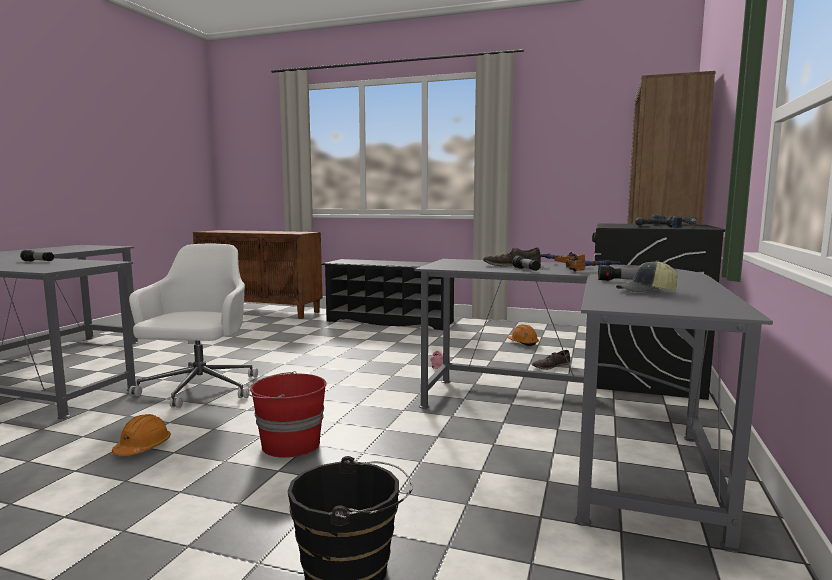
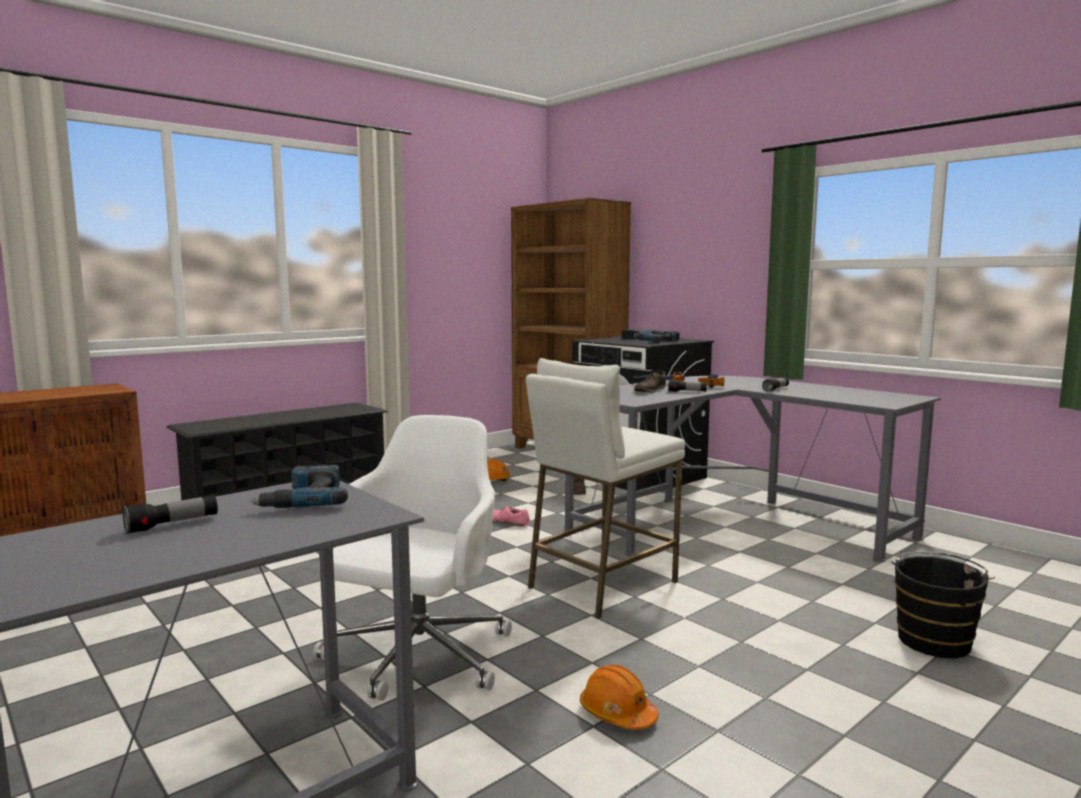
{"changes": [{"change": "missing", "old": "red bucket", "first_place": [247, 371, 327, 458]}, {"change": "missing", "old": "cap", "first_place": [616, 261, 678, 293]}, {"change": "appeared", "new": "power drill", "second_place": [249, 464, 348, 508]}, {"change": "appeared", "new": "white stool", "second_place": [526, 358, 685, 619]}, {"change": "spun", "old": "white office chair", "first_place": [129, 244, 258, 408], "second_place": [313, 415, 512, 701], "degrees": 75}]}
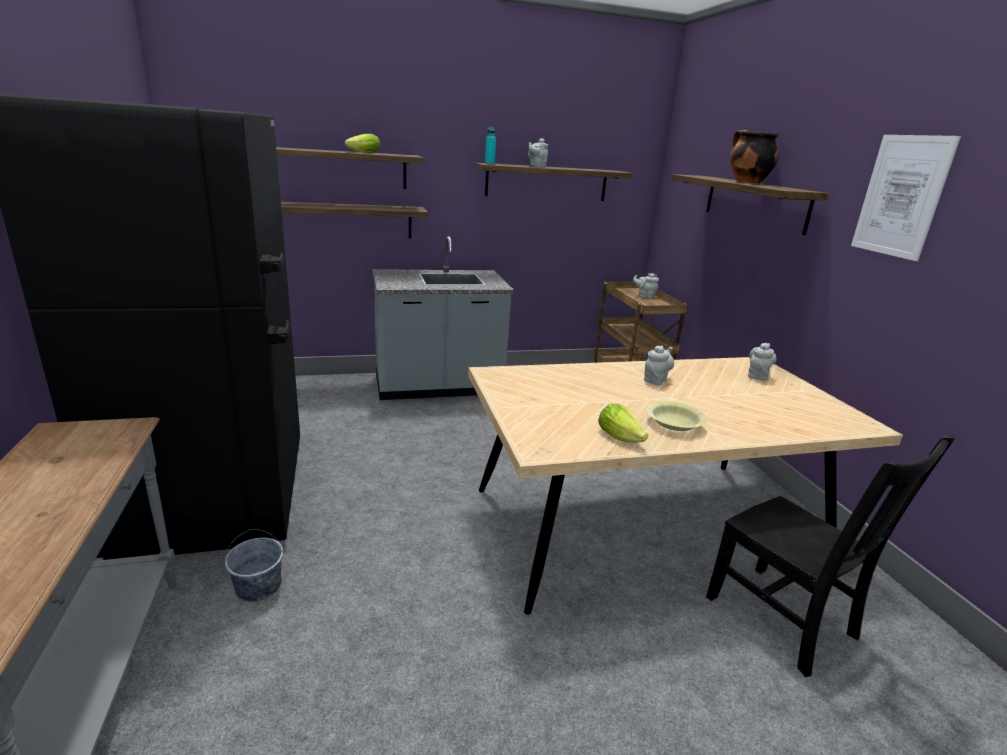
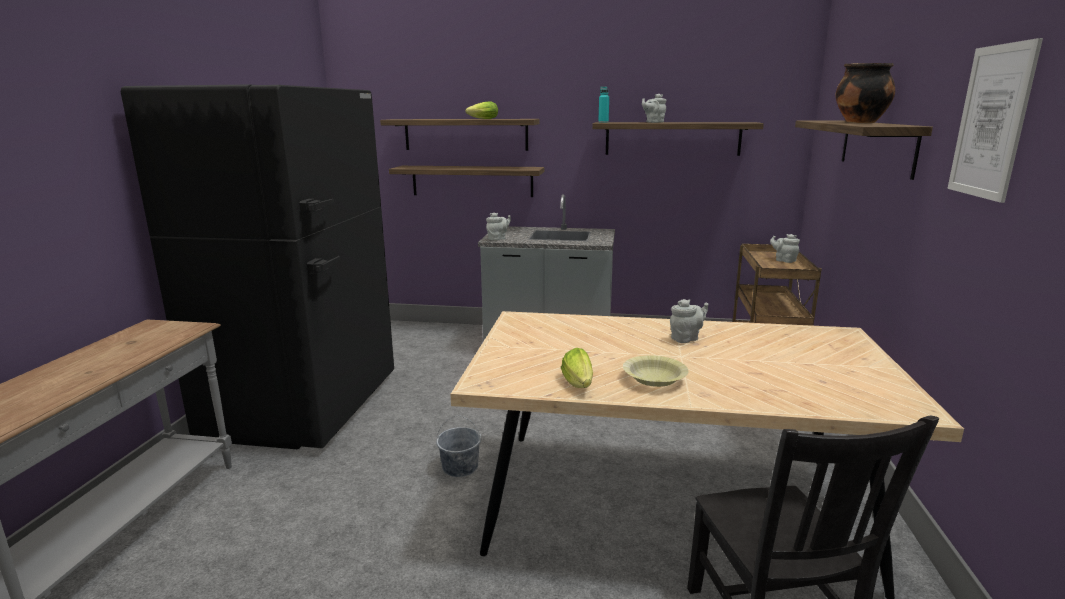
{"changes": [{"change": "relocated", "old": "grey bucket", "first_place": [225, 529, 284, 602], "second_place": [436, 415, 481, 477]}, {"change": "relocated", "old": "grey teapot", "first_place": [748, 343, 777, 381], "second_place": [486, 212, 511, 241]}]}
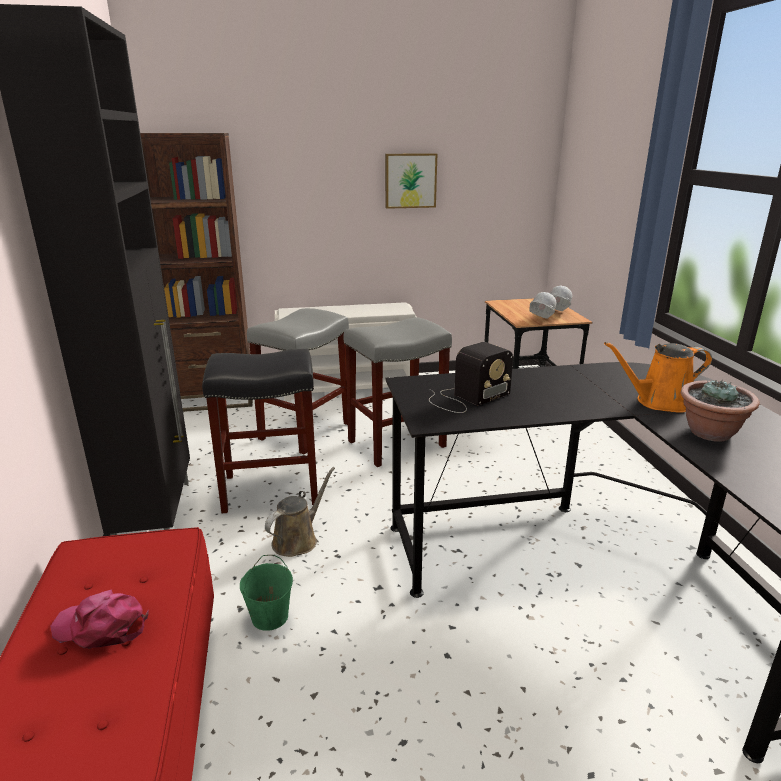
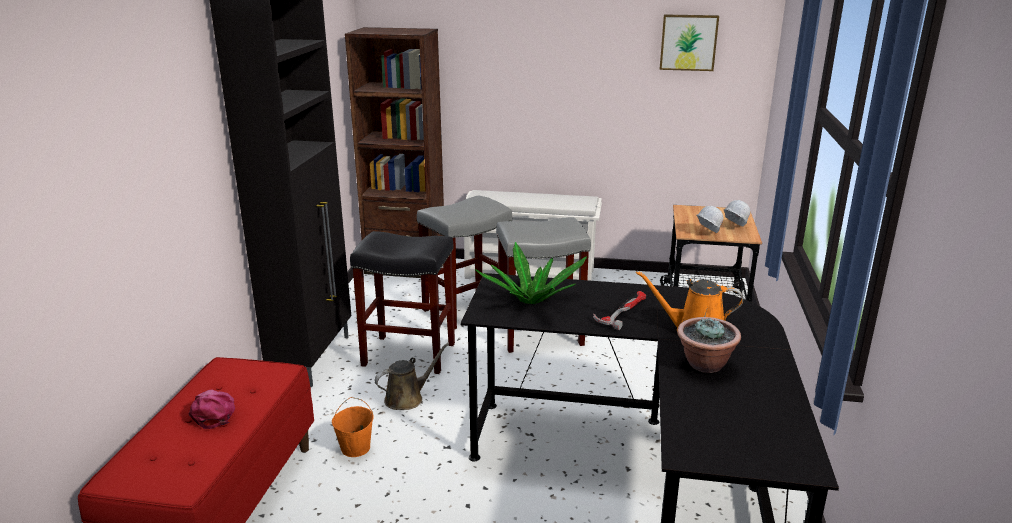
{"changes": [{"change": "appeared", "new": "hammer", "second_place": [593, 291, 646, 330]}, {"change": "relocated", "old": "picture", "first_place": [385, 153, 437, 209], "second_place": [660, 14, 719, 71]}, {"change": "exchanged", "old": "radio", "new": "potted plant", "first_place": [429, 342, 513, 413], "second_place": [476, 242, 587, 304]}, {"change": "colour", "old": "green bucket", "new": "orange bucket", "first_place": [240, 555, 293, 631], "second_place": [332, 397, 374, 457]}, {"change": "spun", "old": "pink cap", "first_place": [50, 590, 149, 648], "second_place": [188, 390, 235, 429], "degrees": 45}]}
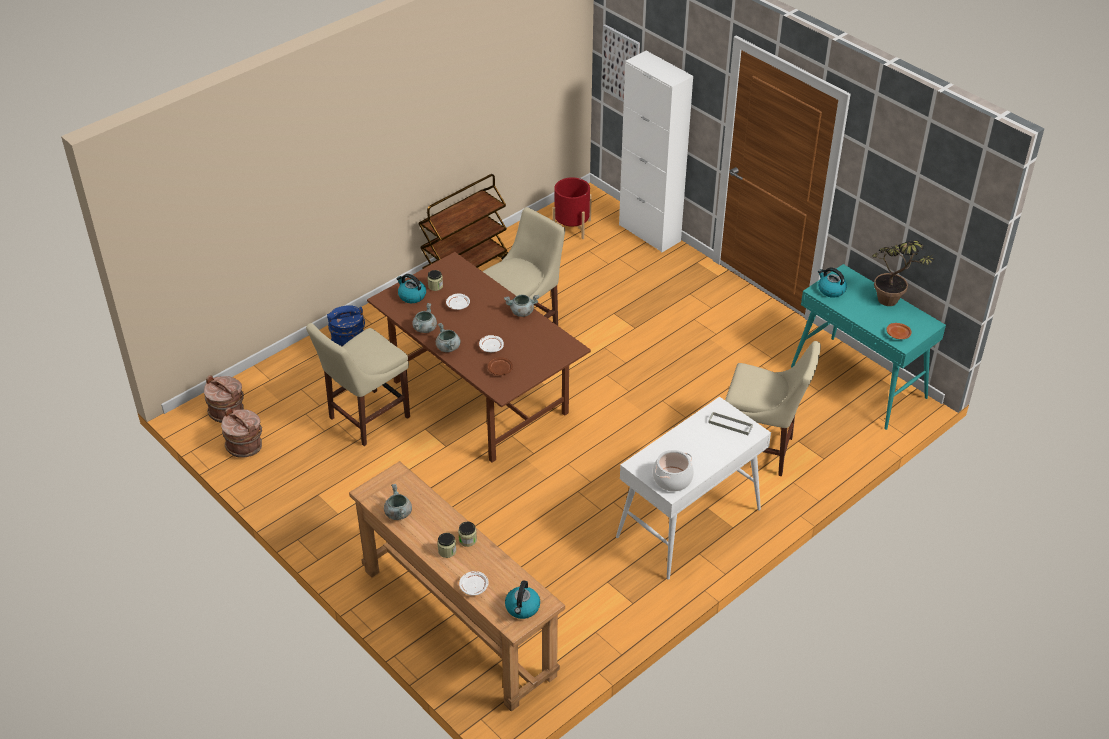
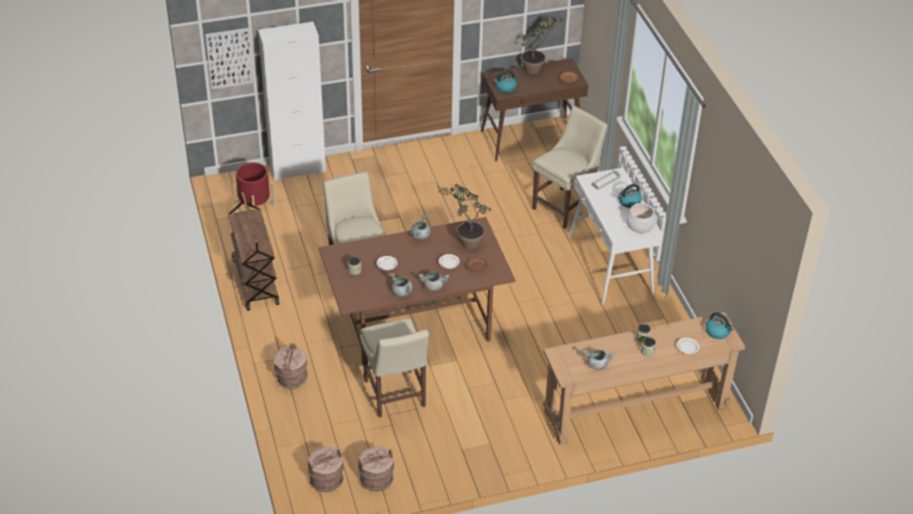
{"changes": [{"change": "appeared", "new": "potted plant", "second_place": [436, 183, 491, 249]}, {"change": "relocated", "old": "kettle", "first_place": [396, 274, 426, 303], "second_place": [618, 184, 642, 208]}, {"change": "colour", "old": "blue bucket", "new": "brown bucket", "first_place": [327, 305, 365, 346], "second_place": [274, 343, 308, 389]}, {"change": "colour", "old": "turquoise console table", "new": "brown console table", "first_place": [791, 264, 946, 430], "second_place": [481, 58, 588, 161]}]}
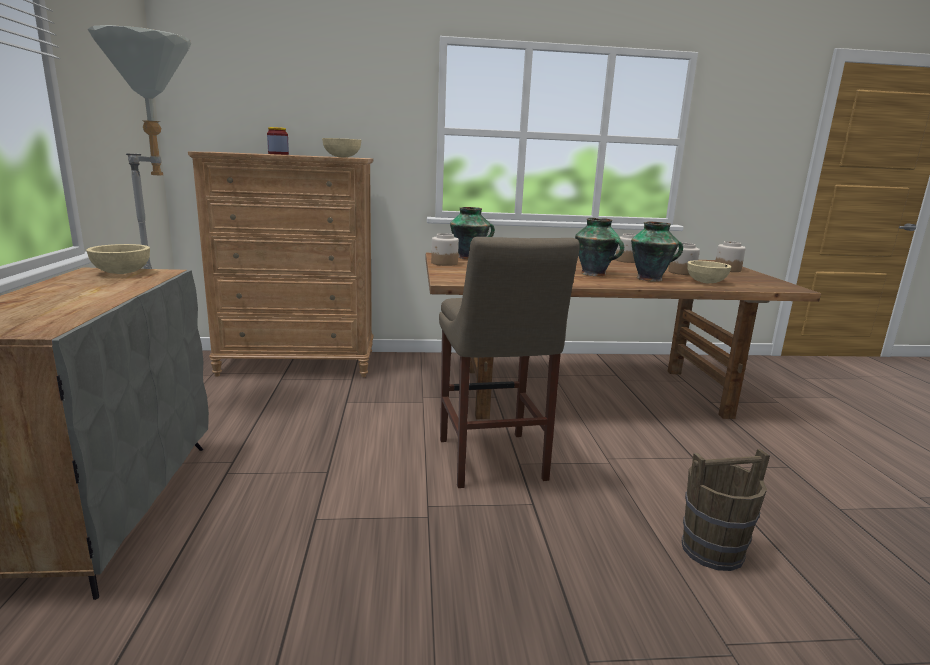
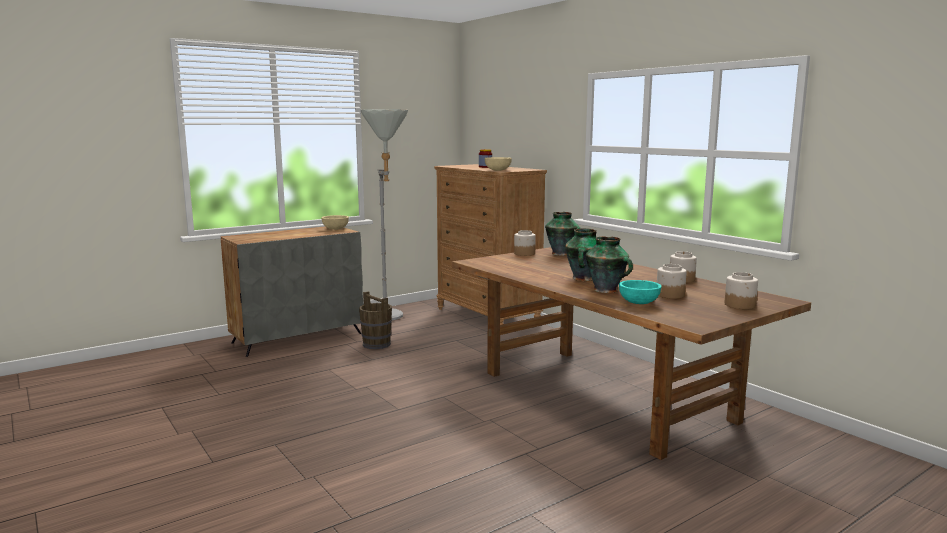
{"changes": [{"change": "missing", "old": "beige stool", "first_place": [439, 237, 580, 488]}, {"change": "relocated", "old": "brown bucket", "first_place": [682, 449, 770, 571], "second_place": [359, 291, 392, 349]}, {"change": "colour", "old": "beige bowl", "new": "turquoise bowl", "first_place": [687, 261, 731, 284], "second_place": [619, 280, 662, 304]}]}
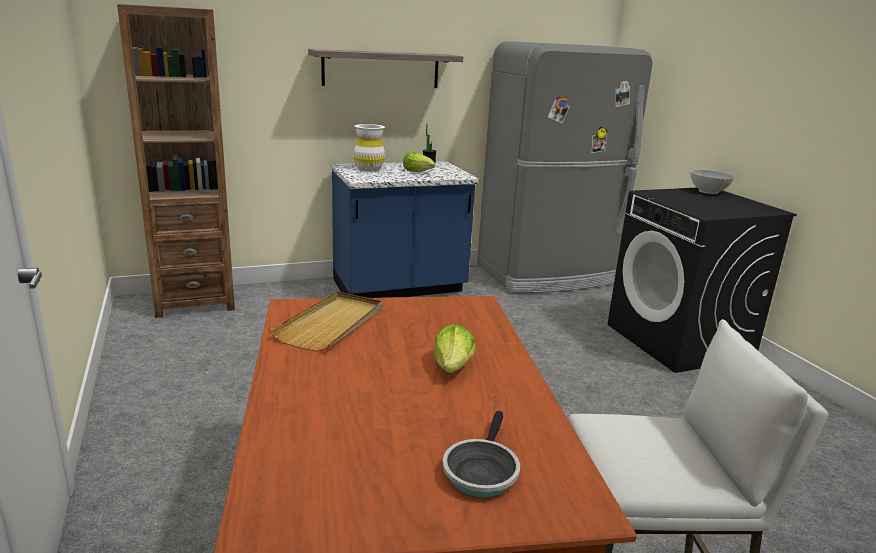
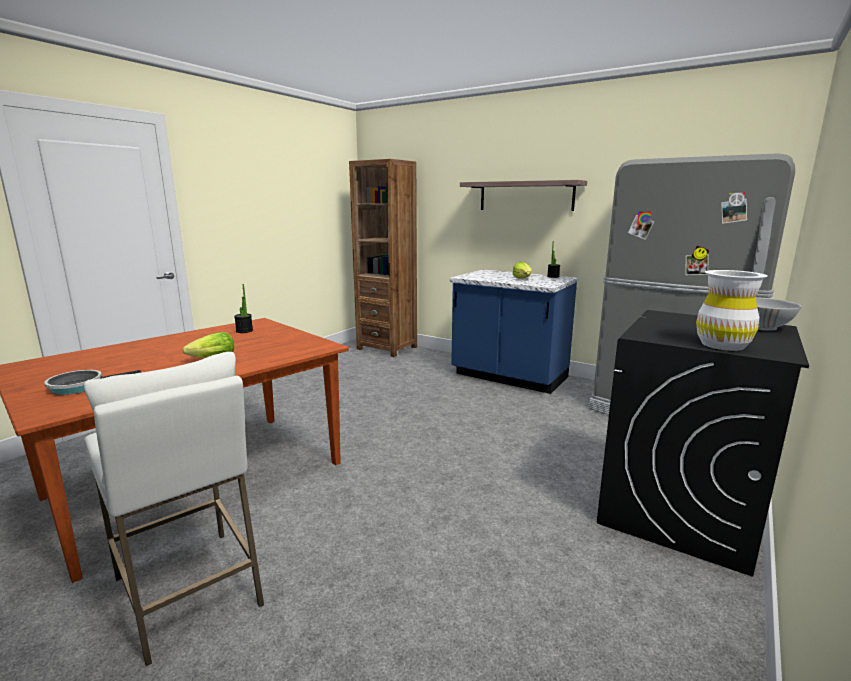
{"changes": [{"change": "relocated", "old": "white vase", "first_place": [354, 124, 385, 171], "second_place": [696, 270, 767, 351]}, {"change": "exchanged", "old": "beige tray", "new": "potted plant", "first_place": [270, 292, 382, 351], "second_place": [234, 284, 253, 333]}]}
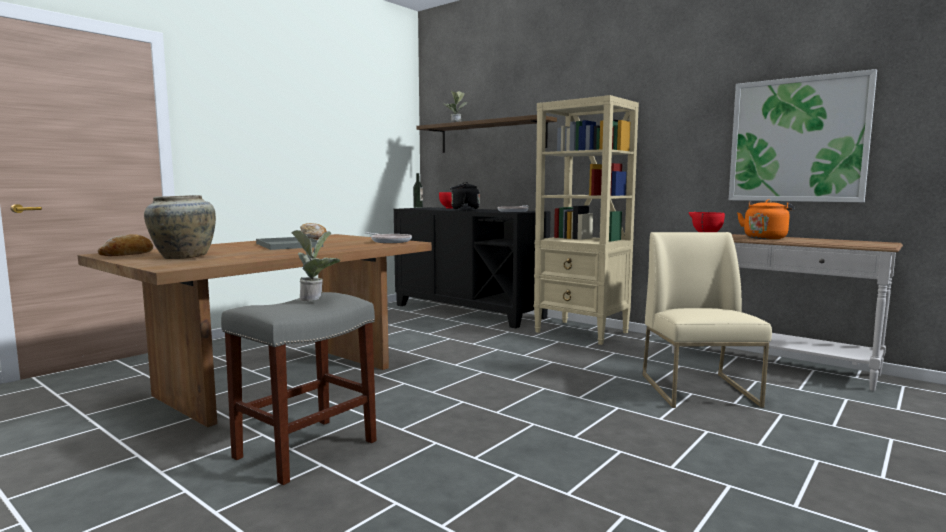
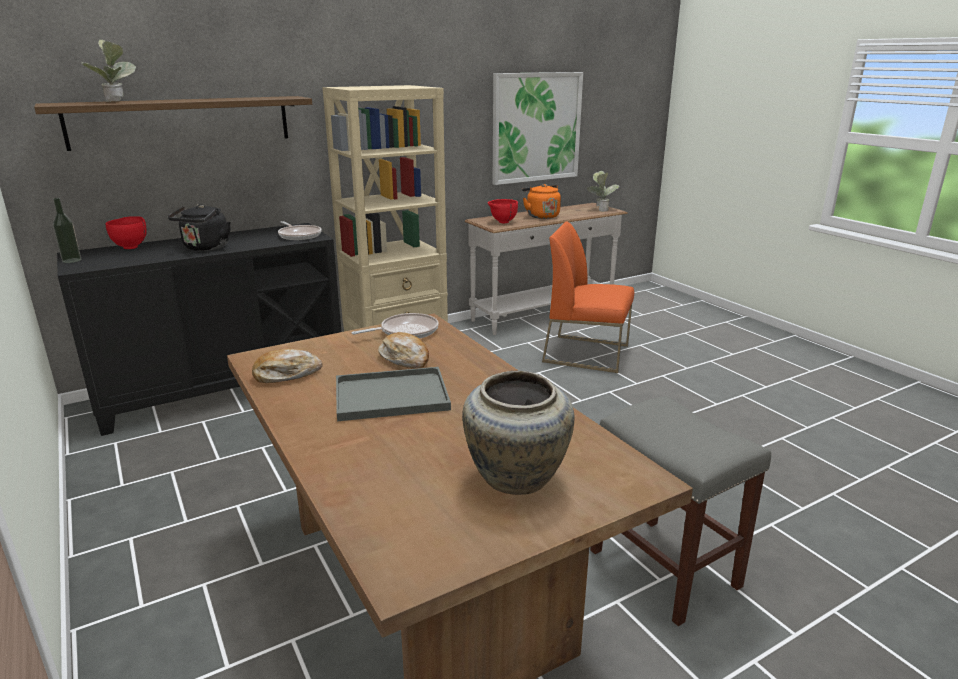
{"changes": [{"change": "relocated", "old": "bread", "first_place": [98, 234, 153, 256], "second_place": [378, 332, 429, 368]}, {"change": "relocated", "old": "potted plant", "first_place": [292, 230, 340, 301], "second_place": [587, 171, 619, 212]}, {"change": "colour", "old": "beige chair", "new": "orange chair", "first_place": [642, 232, 772, 408], "second_place": [542, 221, 634, 373]}]}
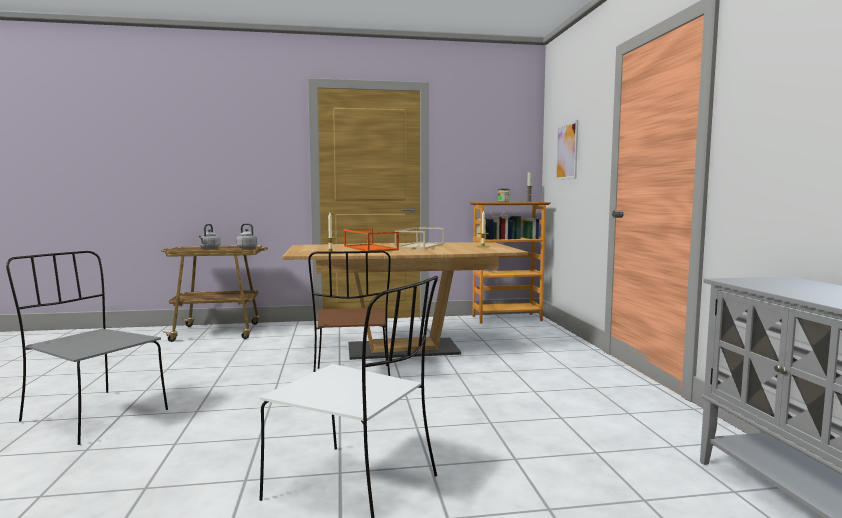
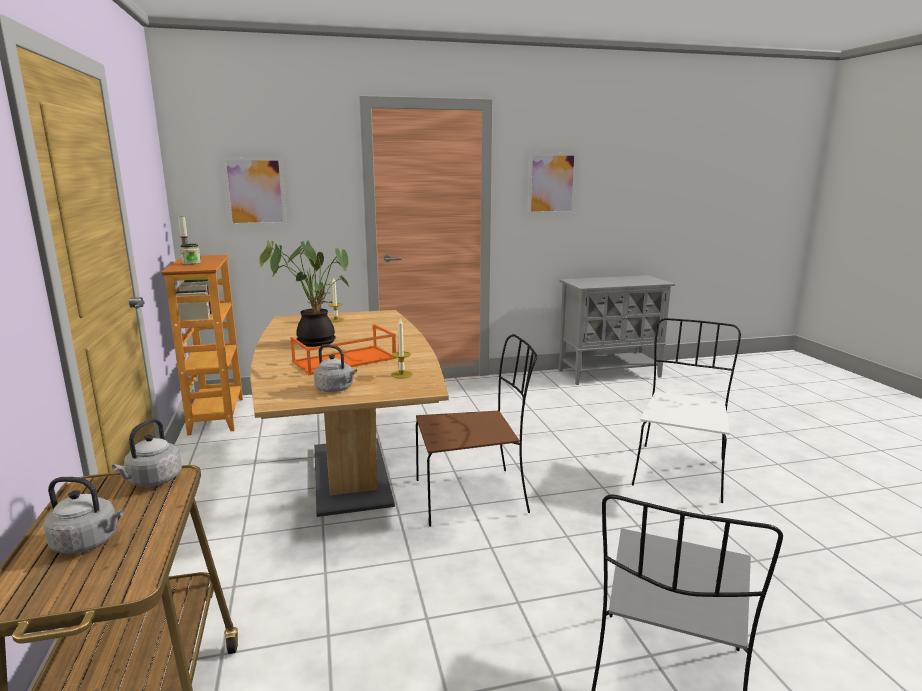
{"changes": [{"change": "appeared", "new": "grey kettle", "second_place": [314, 344, 357, 392]}, {"change": "appeared", "new": "picture", "second_place": [528, 153, 577, 214]}, {"change": "exchanged", "old": "beige tray", "new": "potted plant", "first_place": [395, 227, 444, 249], "second_place": [259, 240, 349, 347]}]}
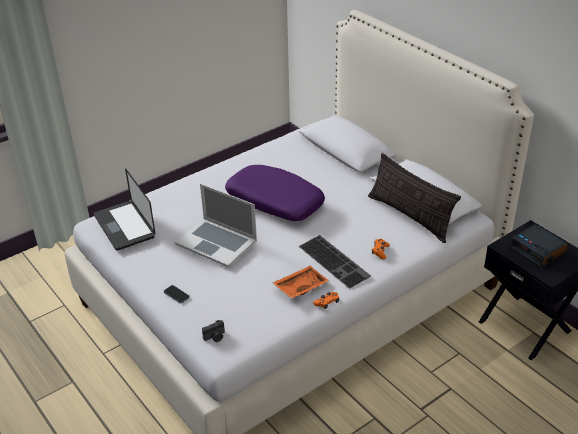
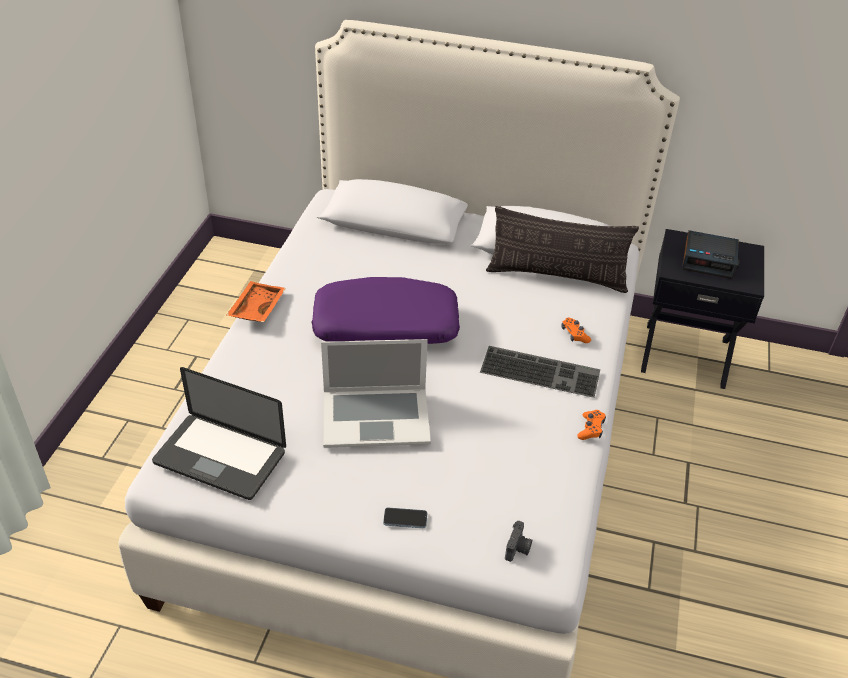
{"changes": [{"change": "relocated", "old": "orange tray", "first_place": [272, 266, 329, 299], "second_place": [227, 281, 286, 322]}]}
